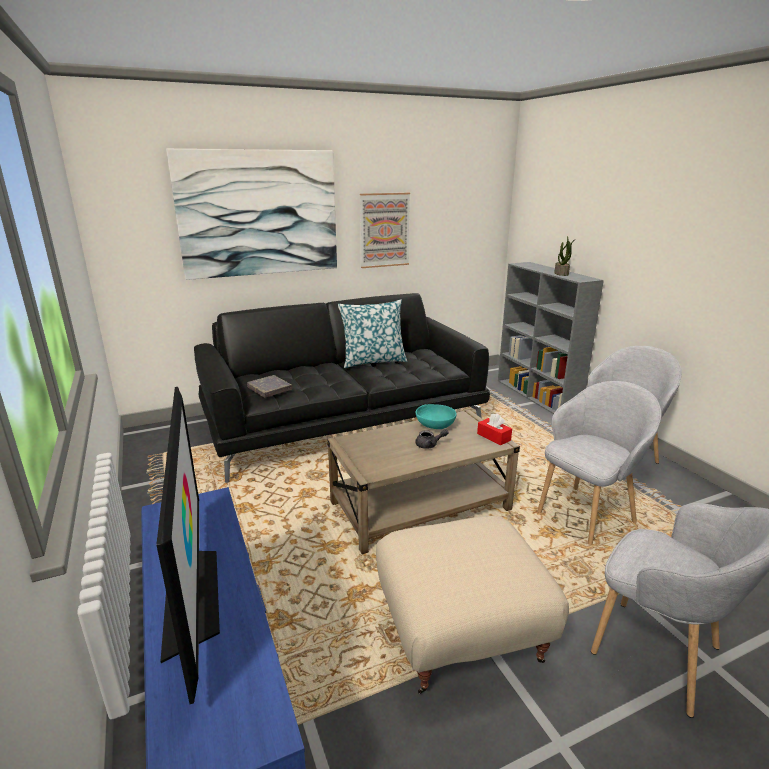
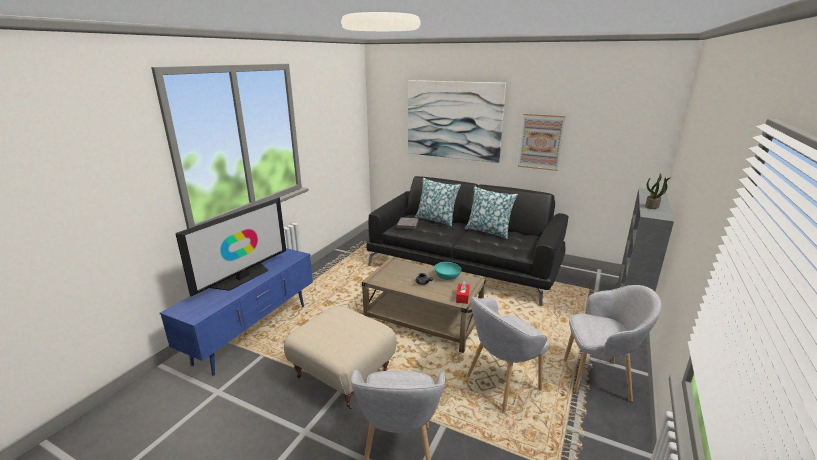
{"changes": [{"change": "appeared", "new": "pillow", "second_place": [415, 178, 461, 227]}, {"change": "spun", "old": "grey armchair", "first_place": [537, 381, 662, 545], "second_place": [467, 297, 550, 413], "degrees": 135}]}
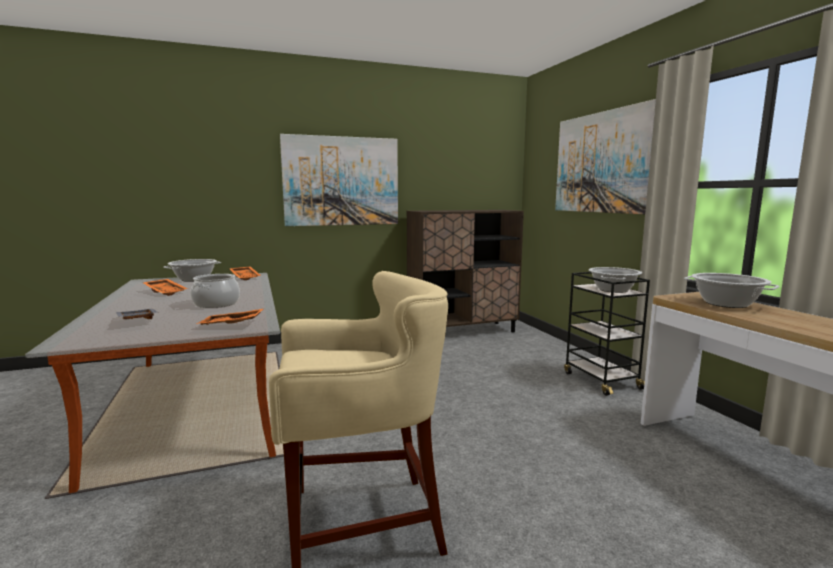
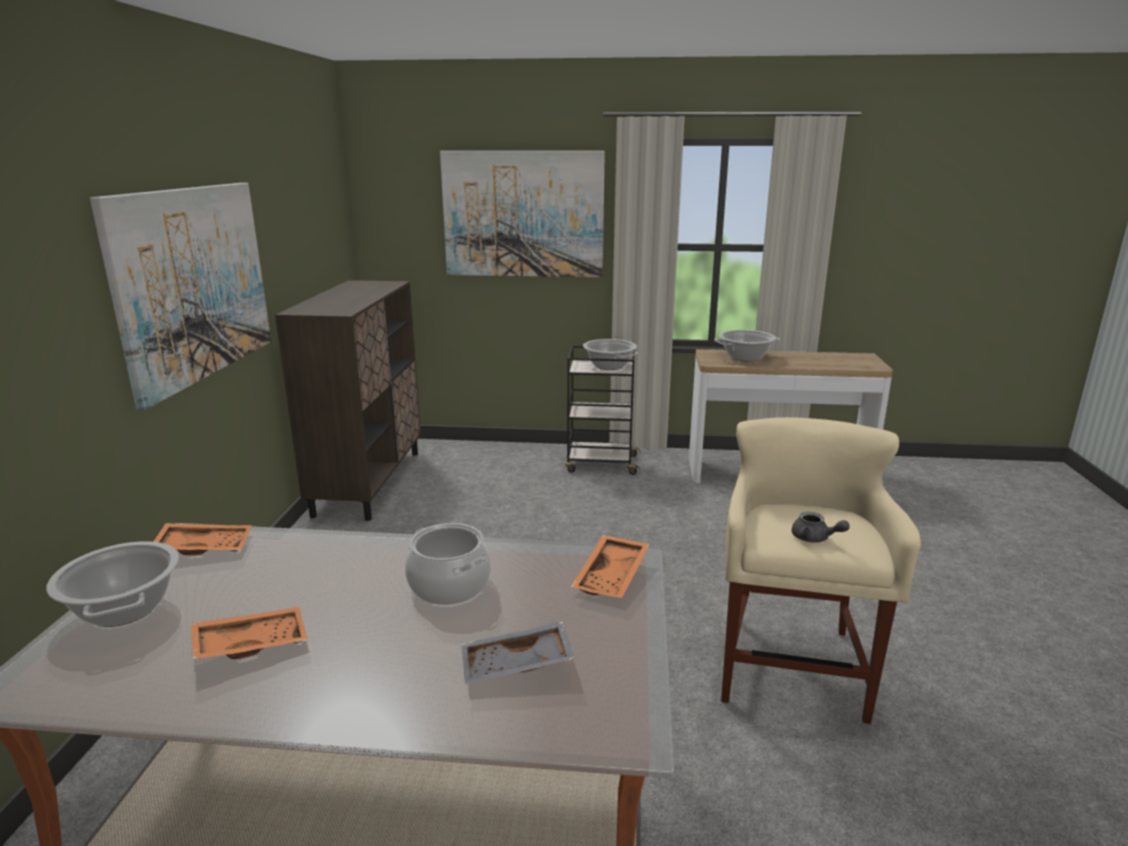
{"changes": [{"change": "appeared", "new": "grey teapot", "second_place": [792, 512, 850, 543]}]}
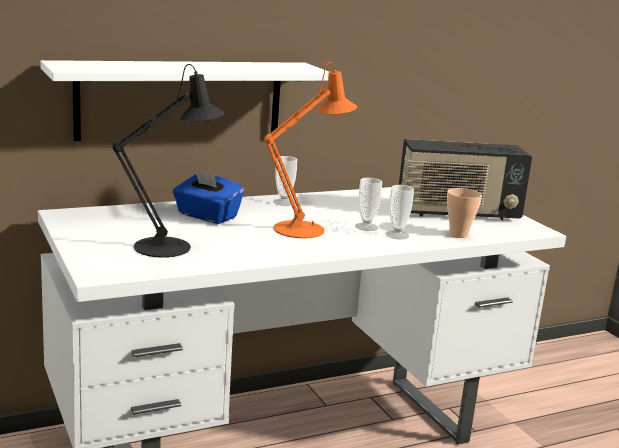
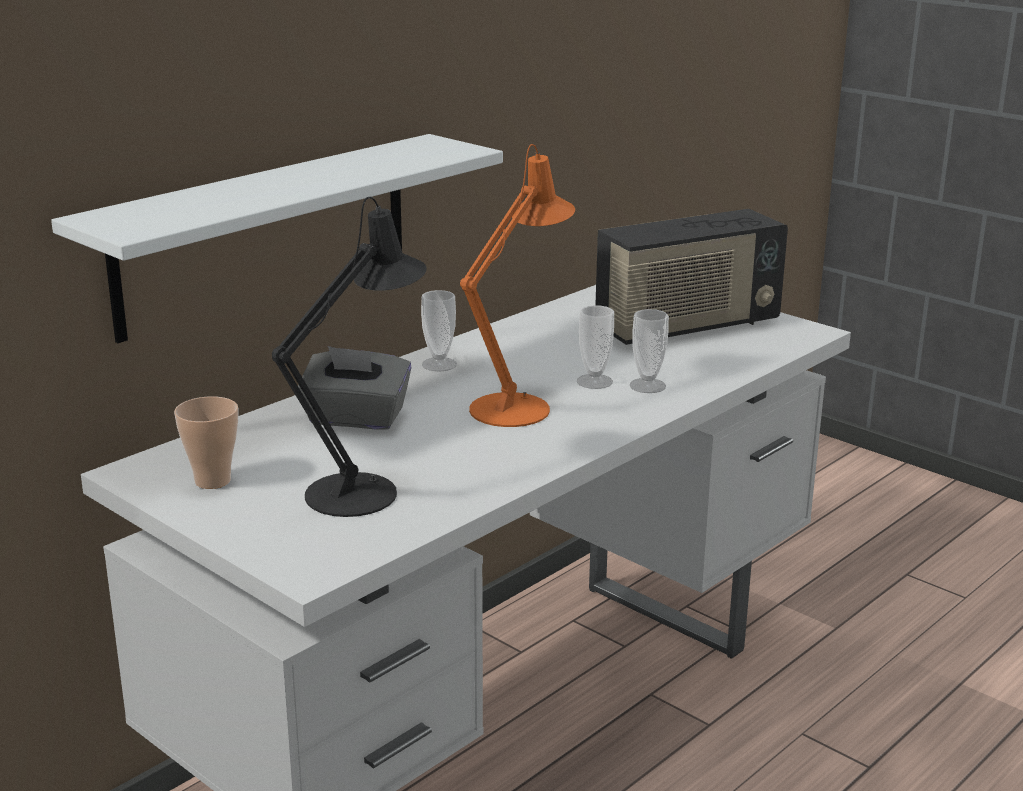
{"changes": [{"change": "relocated", "old": "cup", "first_place": [447, 188, 482, 238], "second_place": [174, 396, 238, 489]}, {"change": "colour", "old": "blue tissue box", "new": "grey tissue box", "first_place": [173, 167, 244, 224], "second_place": [298, 346, 412, 430]}]}
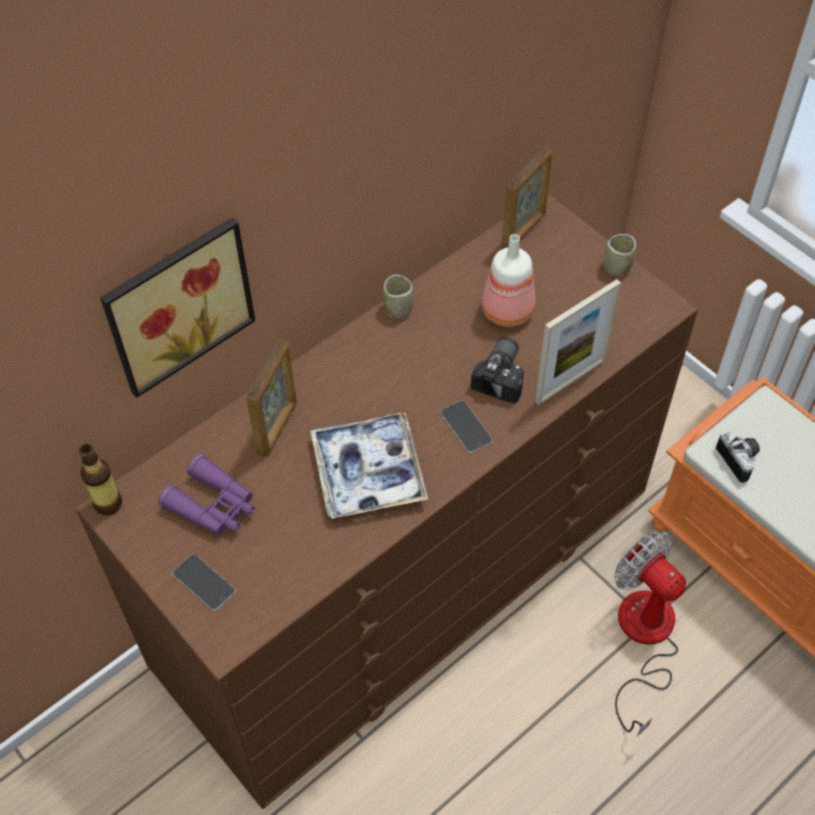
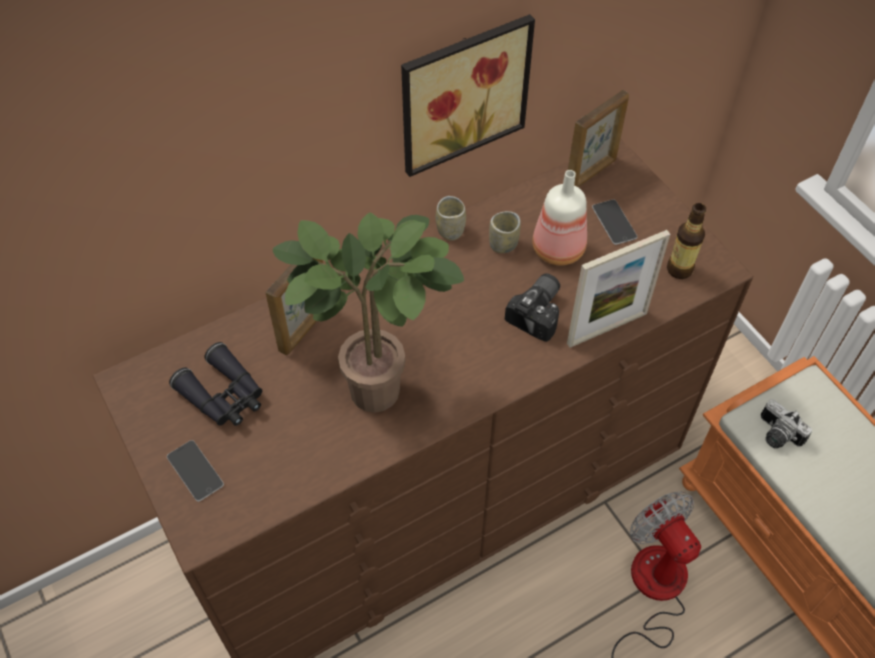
{"changes": [{"change": "relocated", "old": "bottle", "first_place": [79, 444, 122, 515], "second_place": [667, 203, 706, 279]}, {"change": "relocated", "old": "picture", "first_place": [100, 217, 255, 398], "second_place": [401, 14, 535, 177]}, {"change": "relocated", "old": "phone", "first_place": [440, 400, 493, 453], "second_place": [592, 199, 637, 245]}, {"change": "relocated", "old": "cup", "first_place": [604, 234, 636, 275], "second_place": [489, 211, 521, 253]}, {"change": "exchanged", "old": "tray", "new": "potted plant", "first_place": [310, 413, 428, 519], "second_place": [273, 212, 464, 413]}, {"change": "colour", "old": "purple binoculars", "new": "black binoculars", "first_place": [158, 454, 255, 535], "second_place": [169, 342, 262, 426]}, {"change": "spun", "old": "photo camera", "first_place": [716, 430, 760, 483], "second_place": [761, 399, 812, 449], "degrees": 150}]}
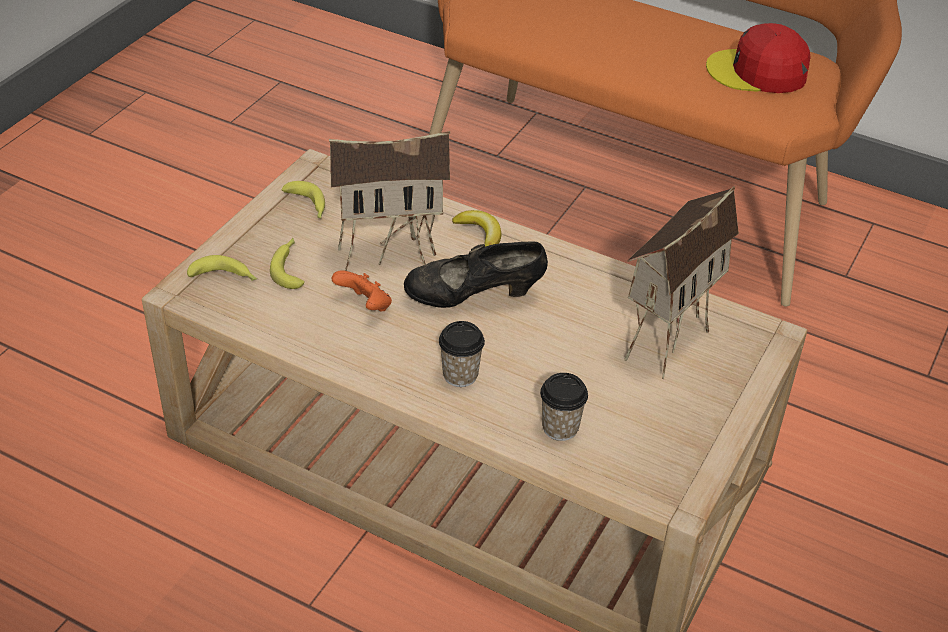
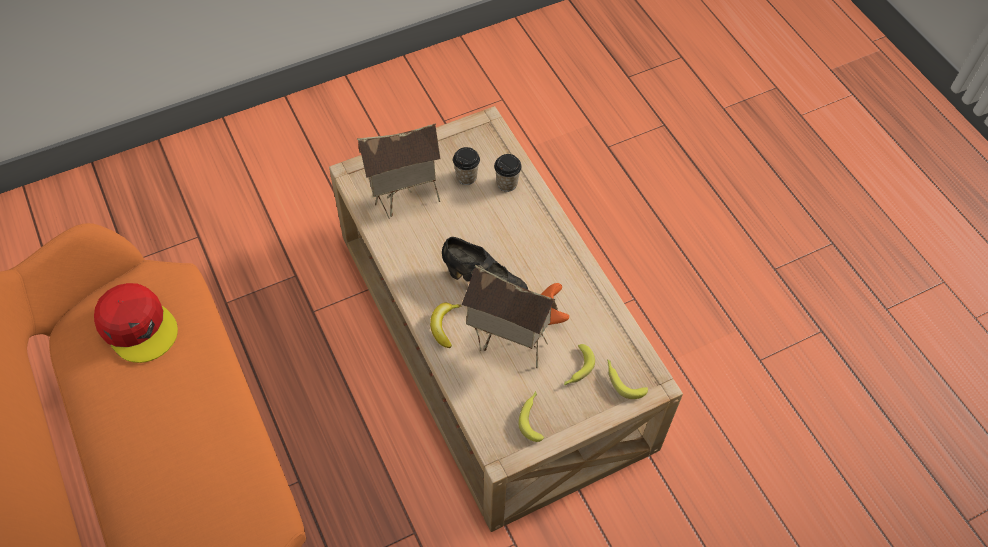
{"changes": [{"change": "relocated", "old": "cup", "first_place": [439, 321, 485, 387], "second_place": [453, 147, 480, 185]}]}
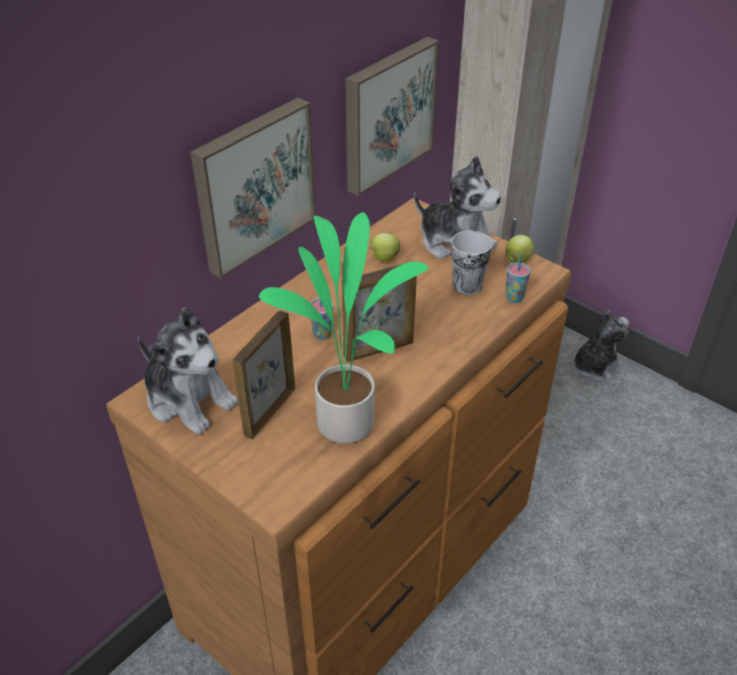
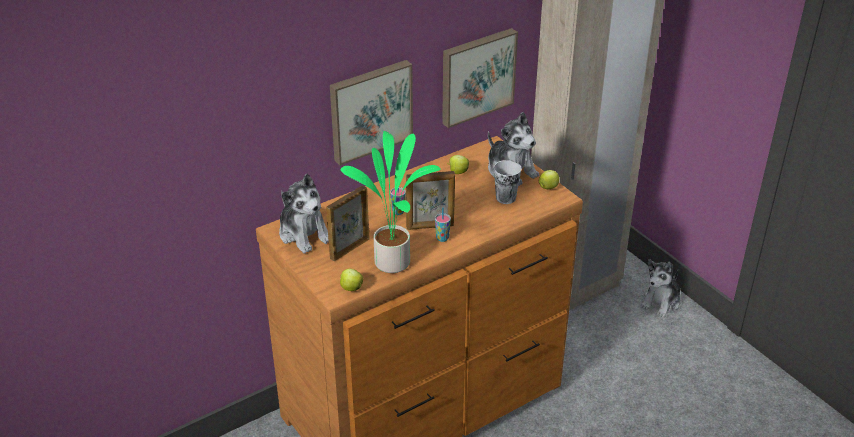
{"changes": [{"change": "appeared", "new": "apple", "second_place": [340, 269, 363, 291]}, {"change": "relocated", "old": "cup", "first_place": [506, 254, 530, 303], "second_place": [435, 207, 451, 242]}, {"change": "spun", "old": "plush toy", "first_place": [572, 310, 629, 382], "second_place": [640, 259, 681, 318], "degrees": 150}]}
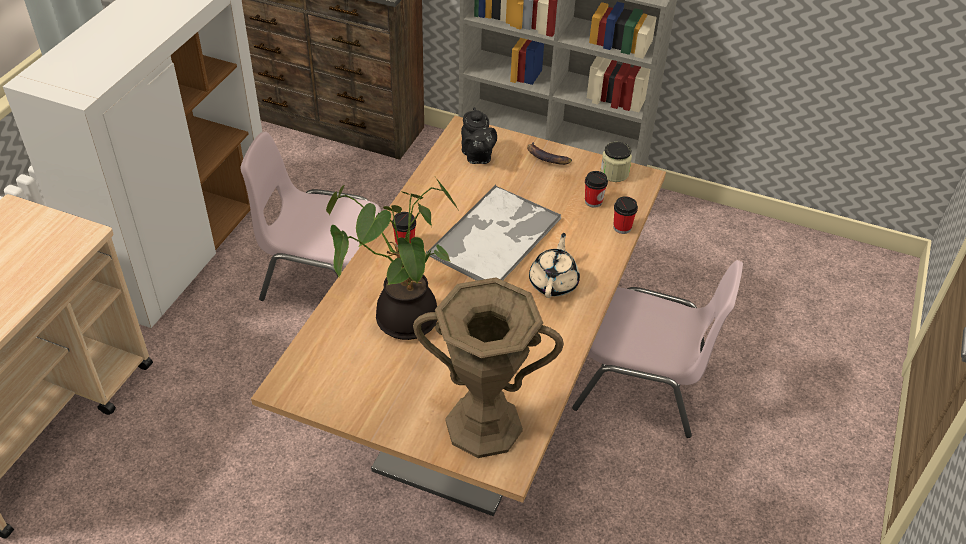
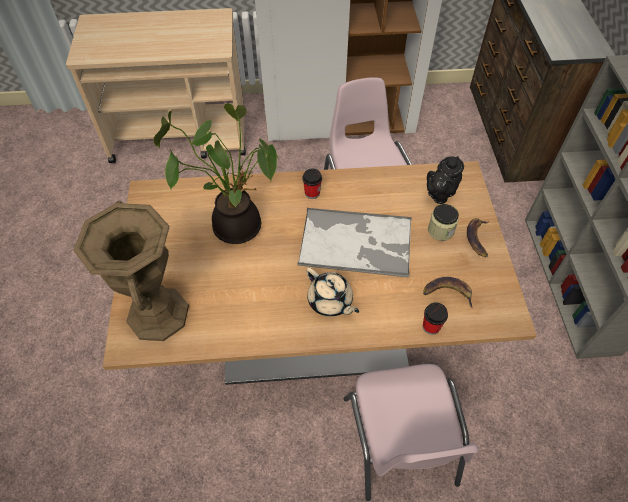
{"changes": [{"change": "relocated", "old": "jar", "first_place": [600, 142, 632, 182], "second_place": [428, 204, 459, 241]}, {"change": "exchanged", "old": "cup", "new": "banana", "first_place": [585, 171, 608, 208], "second_place": [423, 277, 472, 308]}, {"change": "spun", "old": "beige teapot", "first_place": [529, 233, 580, 298], "second_place": [306, 267, 359, 317], "degrees": 60}]}
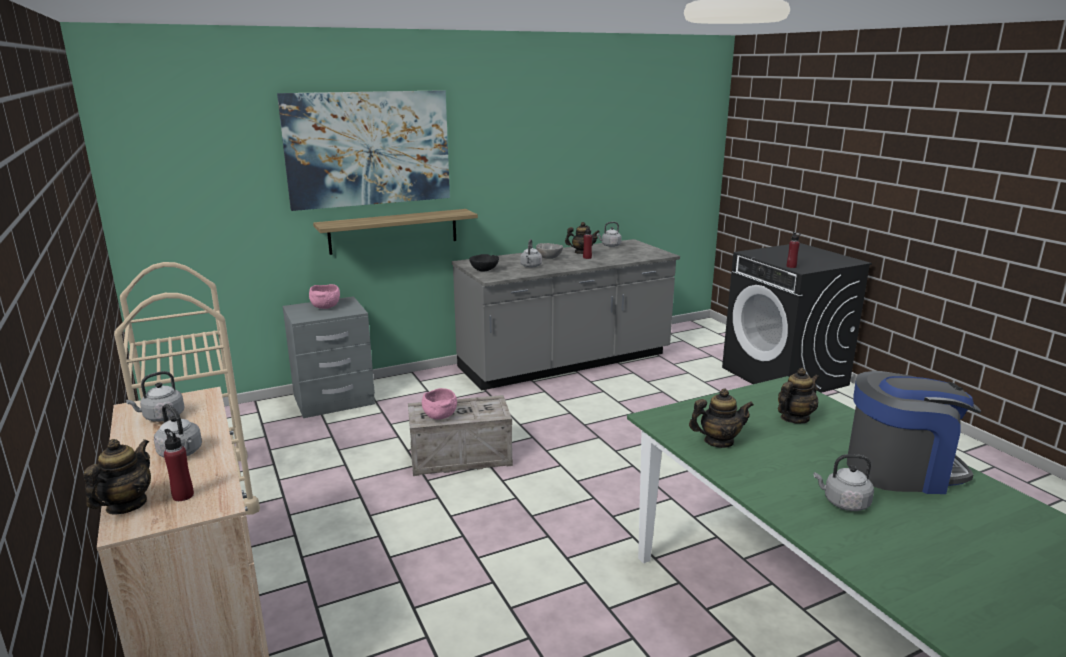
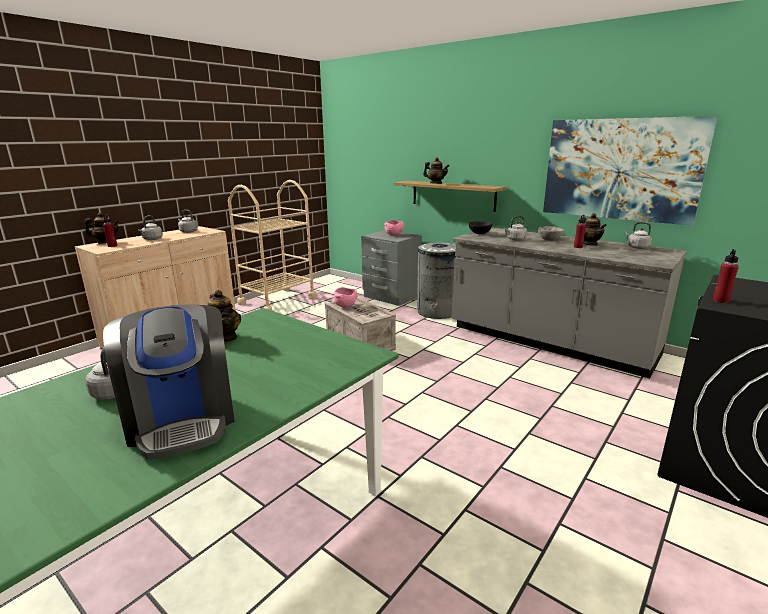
{"changes": [{"change": "appeared", "new": "grey trash can", "second_place": [417, 242, 456, 319]}, {"change": "relocated", "old": "picture", "first_place": [277, 90, 450, 211], "second_place": [543, 116, 718, 226]}, {"change": "relocated", "old": "teapot", "first_place": [778, 368, 819, 423], "second_place": [423, 157, 449, 184]}]}
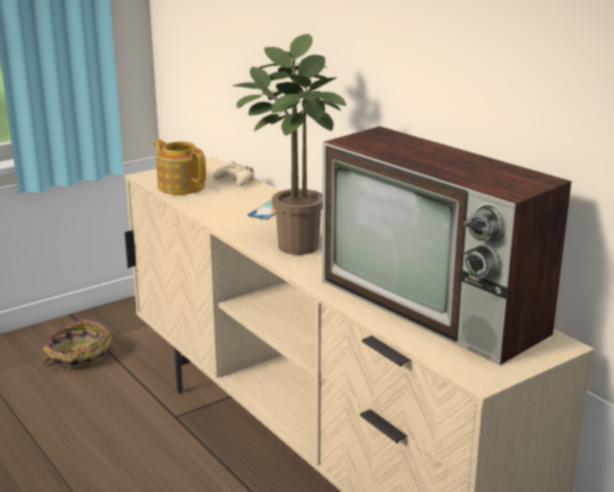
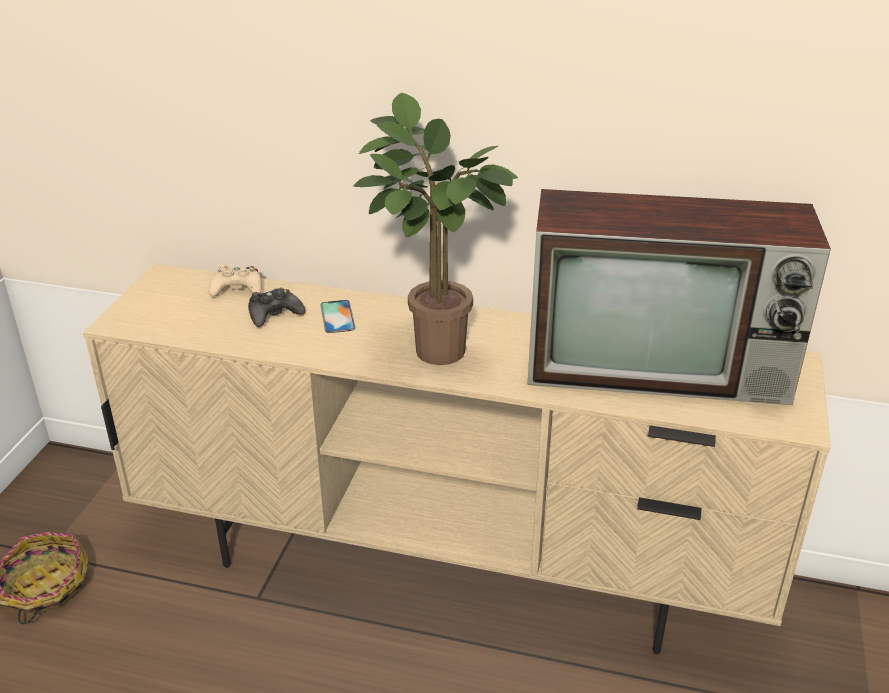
{"changes": [{"change": "missing", "old": "teapot", "first_place": [153, 139, 206, 195]}, {"change": "appeared", "new": "black game controller", "second_place": [248, 288, 305, 327]}]}
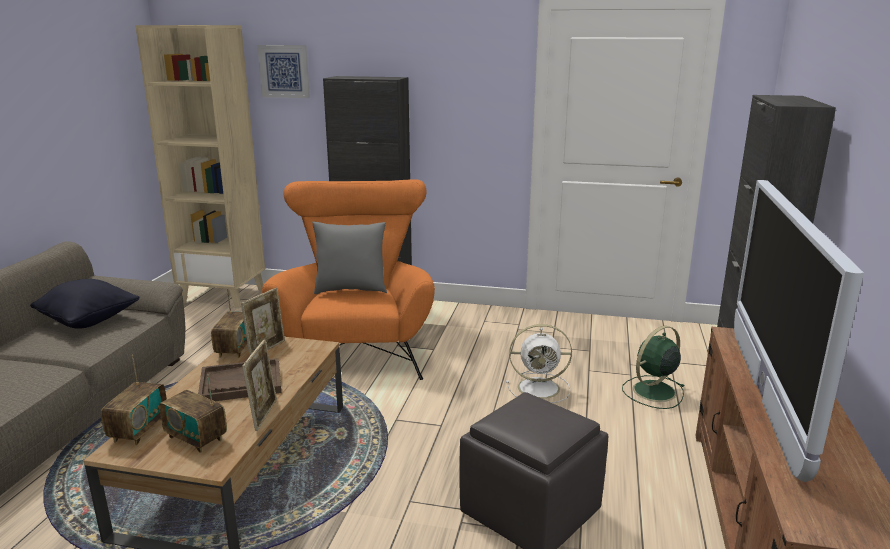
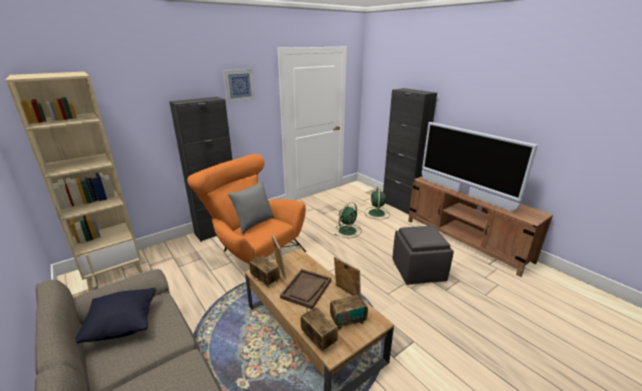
{"changes": [{"change": "relocated", "old": "picture", "first_place": [257, 45, 310, 98], "second_place": [223, 69, 255, 103]}, {"change": "colour", "old": "white fan", "new": "green fan", "first_place": [506, 324, 572, 403], "second_place": [334, 202, 361, 238]}]}
